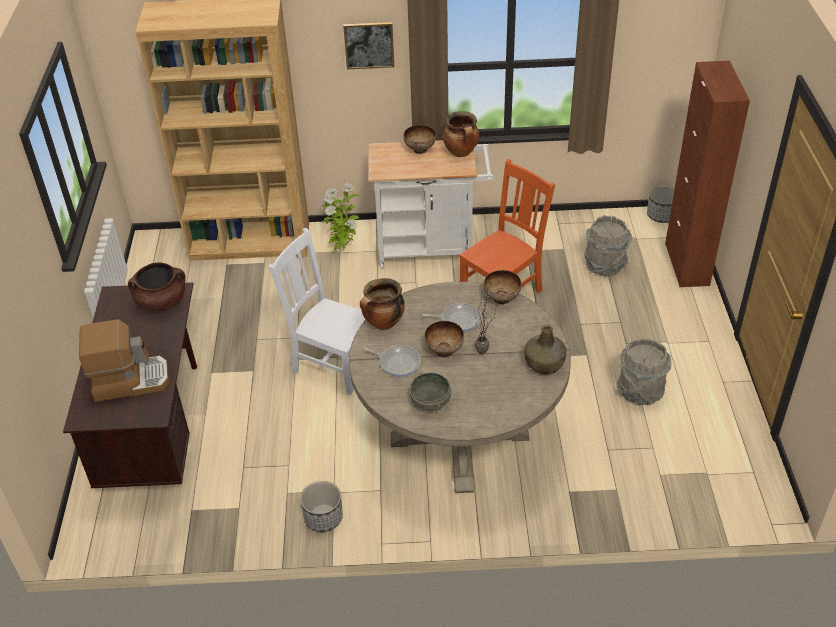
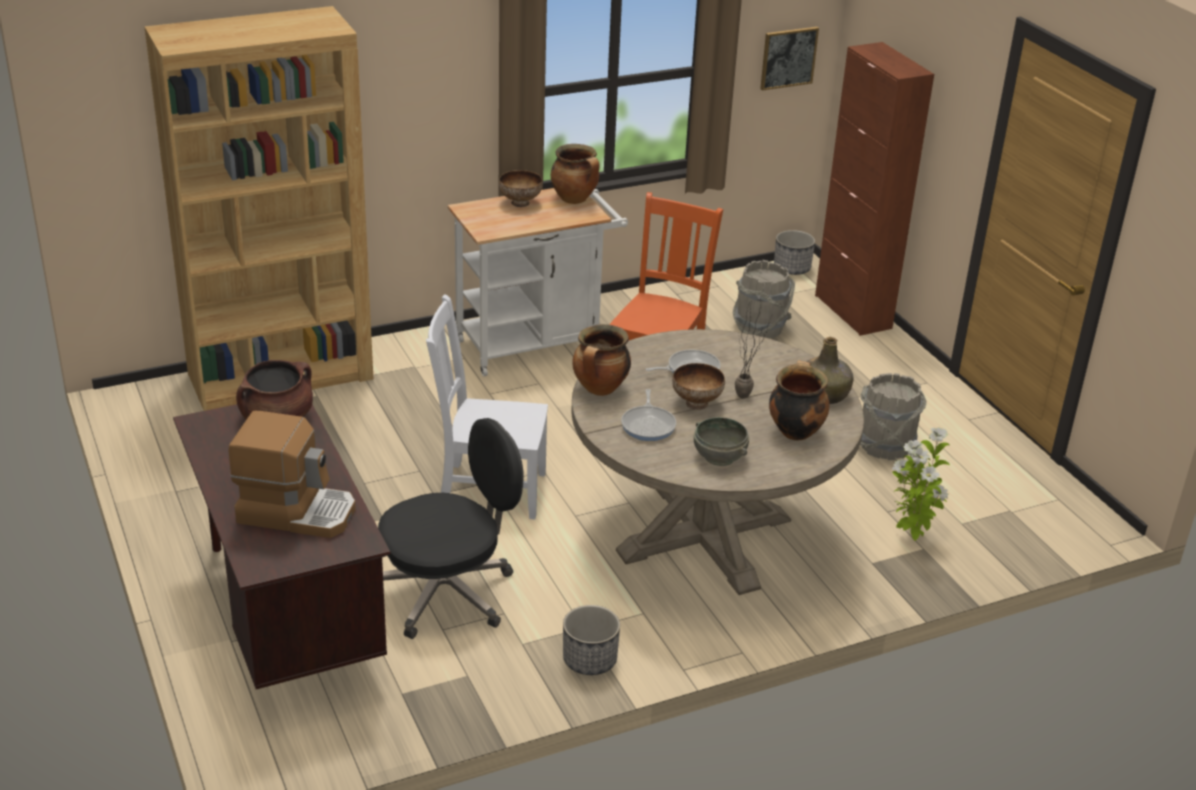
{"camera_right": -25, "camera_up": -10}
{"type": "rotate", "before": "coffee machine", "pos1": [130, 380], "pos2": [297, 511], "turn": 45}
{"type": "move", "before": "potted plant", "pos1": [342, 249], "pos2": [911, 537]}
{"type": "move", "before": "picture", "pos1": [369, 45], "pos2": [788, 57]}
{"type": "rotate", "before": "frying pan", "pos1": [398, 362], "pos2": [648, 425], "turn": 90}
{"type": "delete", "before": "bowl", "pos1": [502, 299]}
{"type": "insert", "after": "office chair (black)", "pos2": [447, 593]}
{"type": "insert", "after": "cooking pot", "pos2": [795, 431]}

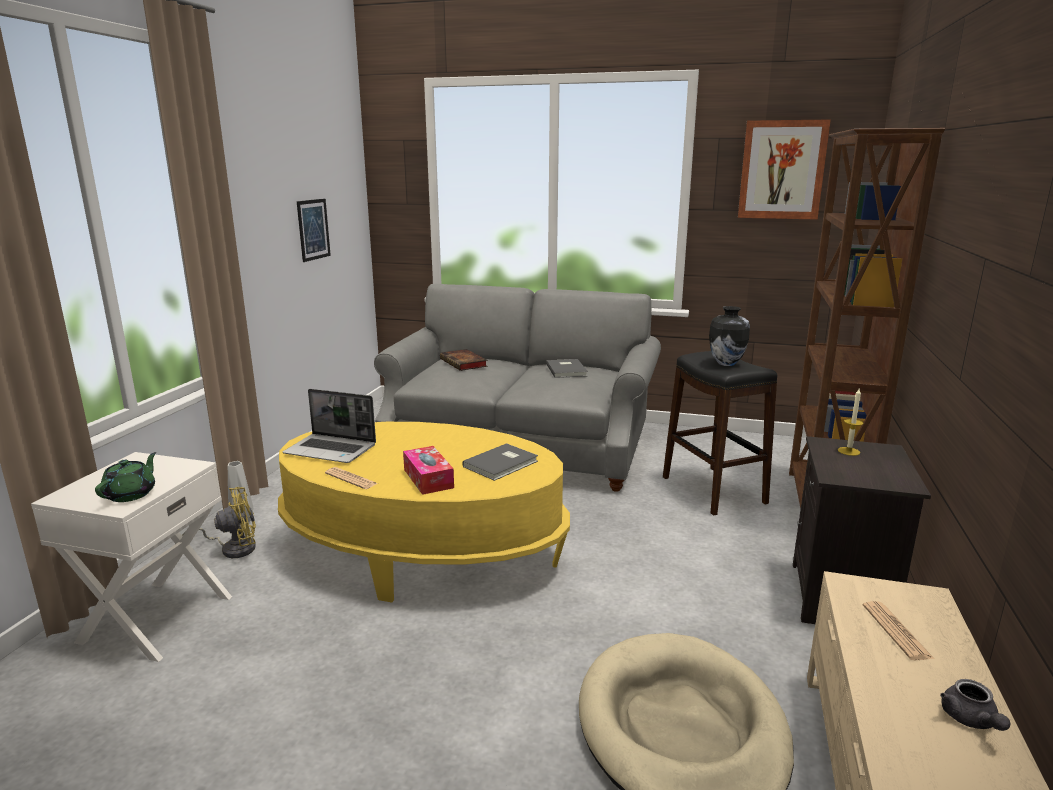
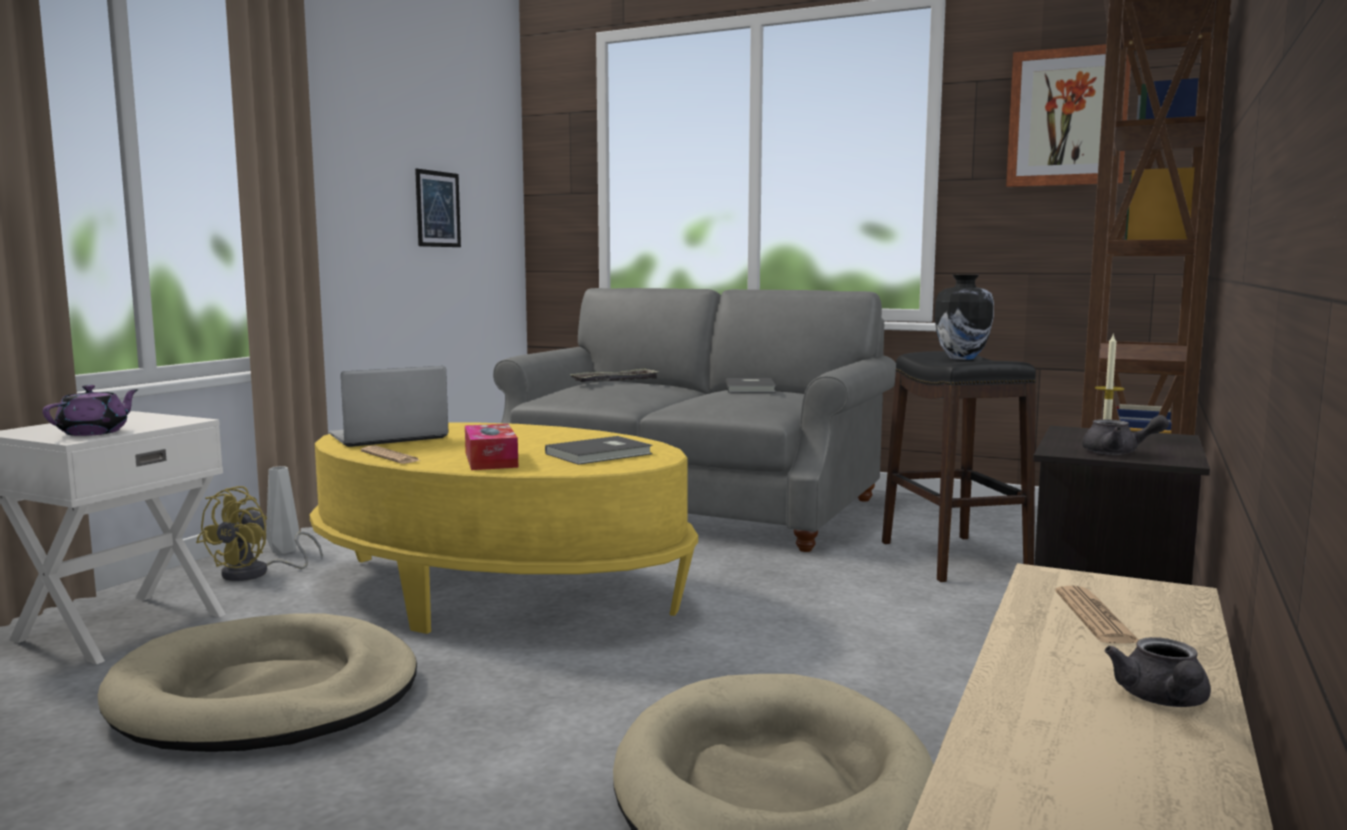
{"camera_right": 10, "camera_up": -10}
{"type": "recolor", "before": "teapot (green)", "after": "teapot (purple)", "pos1": [131, 494], "pos2": [95, 432]}
{"type": "rotate", "before": "fan (yellow)", "pos1": [233, 548], "pos2": [256, 573], "turn": 120}
{"type": "rotate", "before": "laptop", "pos1": [332, 450], "pos2": [387, 438], "turn": 120}
{"type": "replace", "before": "book", "after": "tray", "pos1": [464, 363], "pos2": [615, 381]}
{"type": "insert", "after": "dog bed (beige)", "pos2": [265, 695]}
{"type": "insert", "after": "teapot (grey)", "pos2": [1118, 453]}

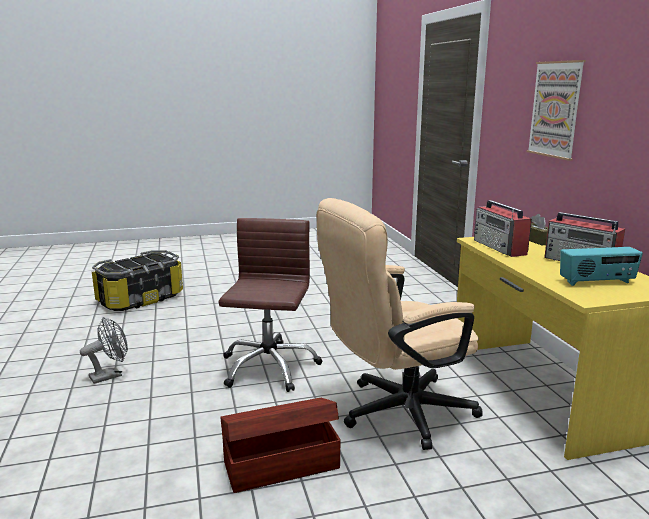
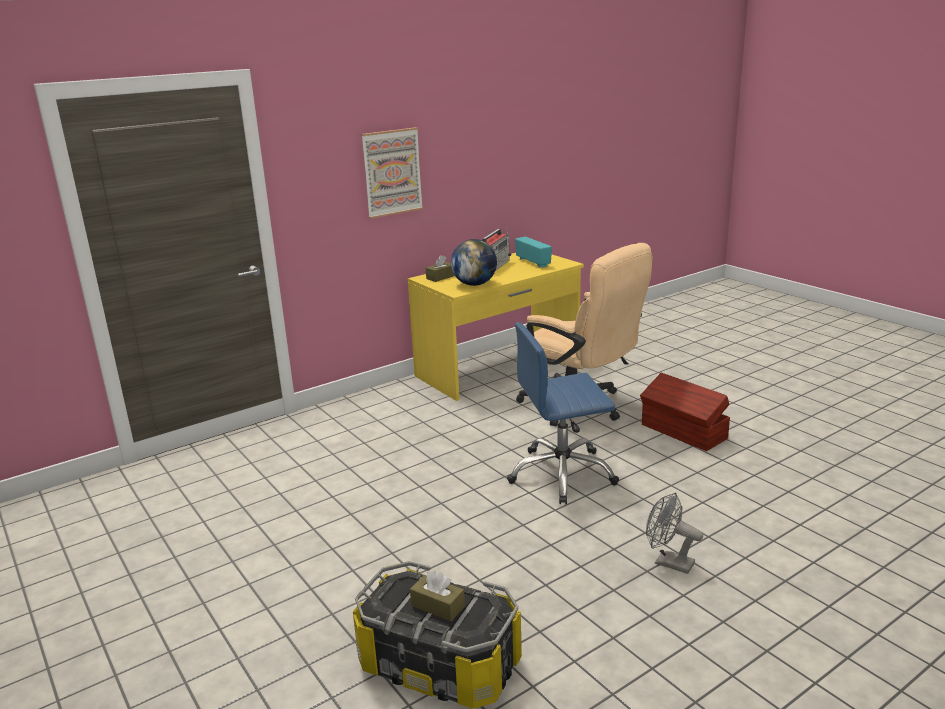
{"camera_right": -110, "camera_up": 5}
{"type": "recolor", "before": "office chair (brown)", "after": "office chair (blue)", "pos1": [268, 367], "pos2": [562, 474]}
{"type": "replace", "before": "radio", "after": "globe", "pos1": [500, 247], "pos2": [474, 284]}
{"type": "insert", "after": "tissue box (brown)", "pos2": [438, 606]}

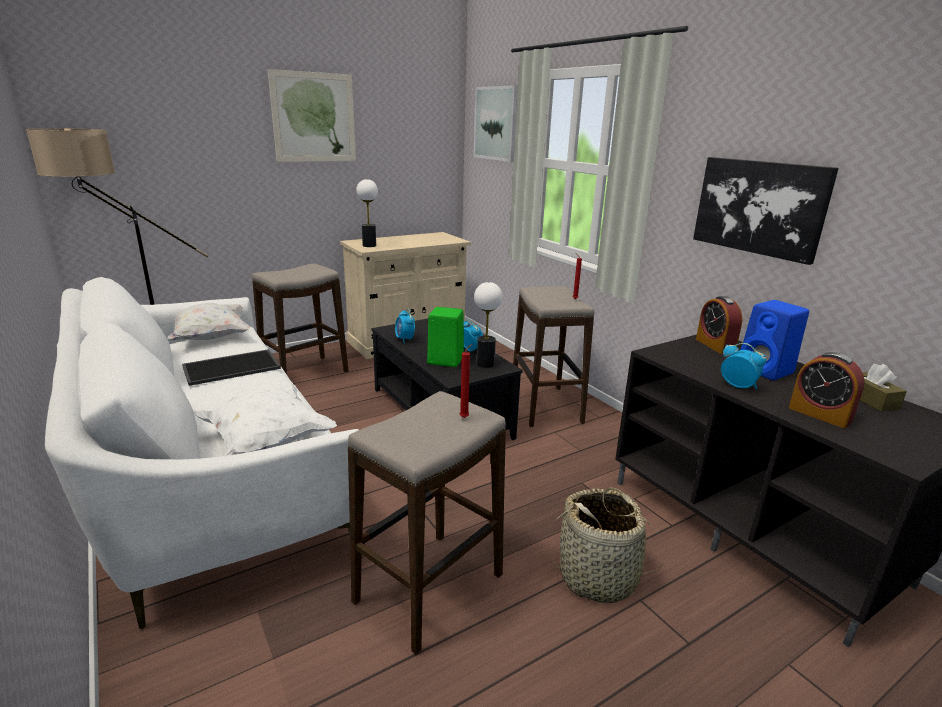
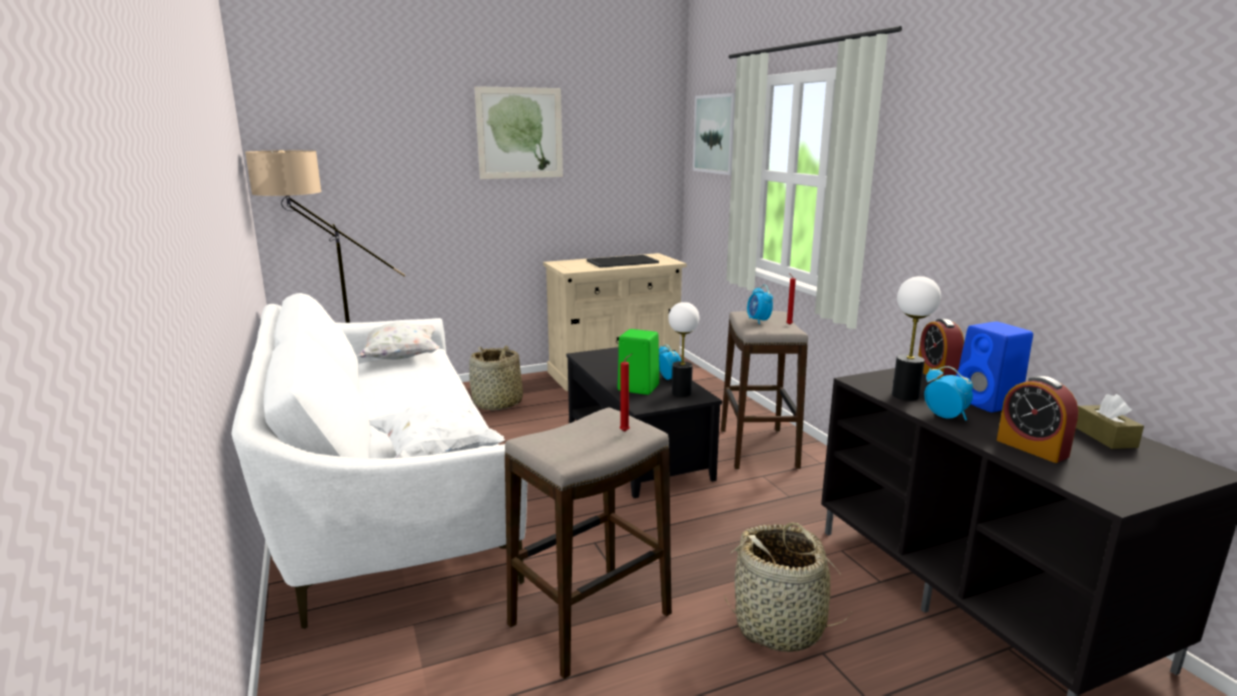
{"camera_right": 10, "camera_up": -5}
{"type": "move", "before": "tray", "pos1": [232, 367], "pos2": [622, 261]}
{"type": "replace", "before": "stool", "after": "basket", "pos1": [305, 374], "pos2": [498, 403]}
{"type": "move", "before": "table lamp", "pos1": [369, 245], "pos2": [905, 395]}
{"type": "move", "before": "alarm clock", "pos1": [405, 339], "pos2": [758, 321]}
{"type": "delete", "before": "picture", "pos1": [759, 207]}

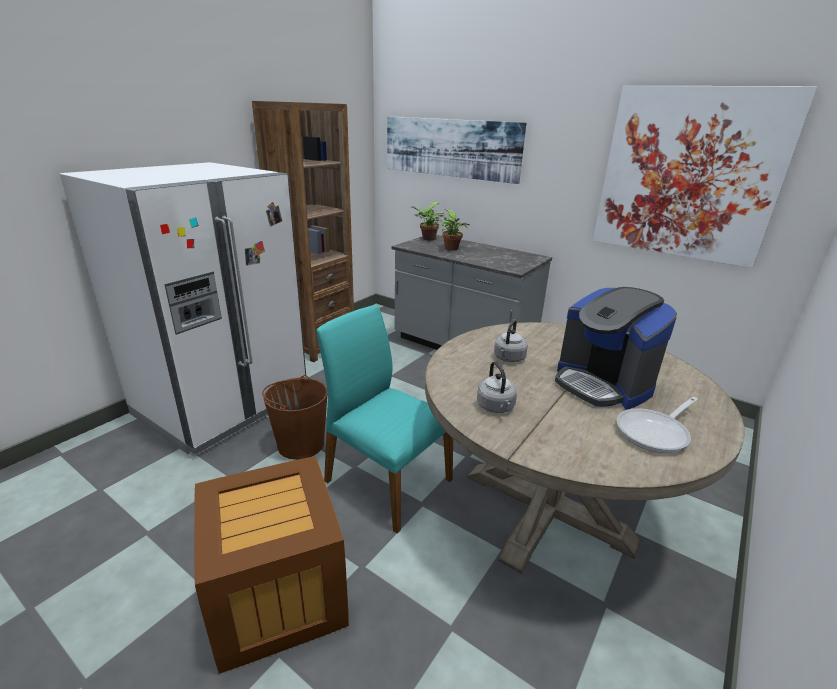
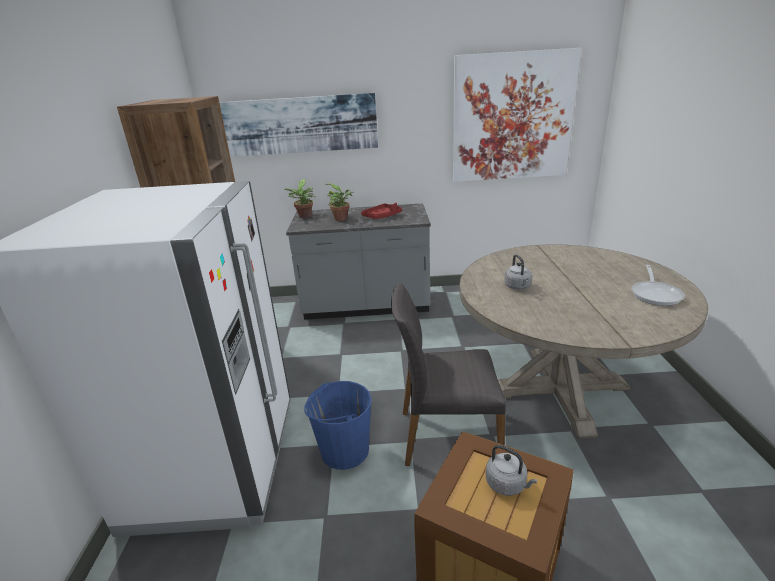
{"camera_right": -35, "camera_up": 0}
{"type": "recolor", "before": "bucket (brown)", "after": "bucket (blue)", "pos1": [300, 444], "pos2": [344, 450]}
{"type": "recolor", "before": "chair (turquoise)", "after": "chair (grey)", "pos1": [386, 480], "pos2": [447, 435]}
{"type": "move", "before": "kettle (grey)", "pos1": [496, 407], "pos2": [507, 484]}
{"type": "delete", "before": "coffee machine", "pos1": [602, 384]}
{"type": "insert", "after": "tray (red)", "pos2": [382, 216]}

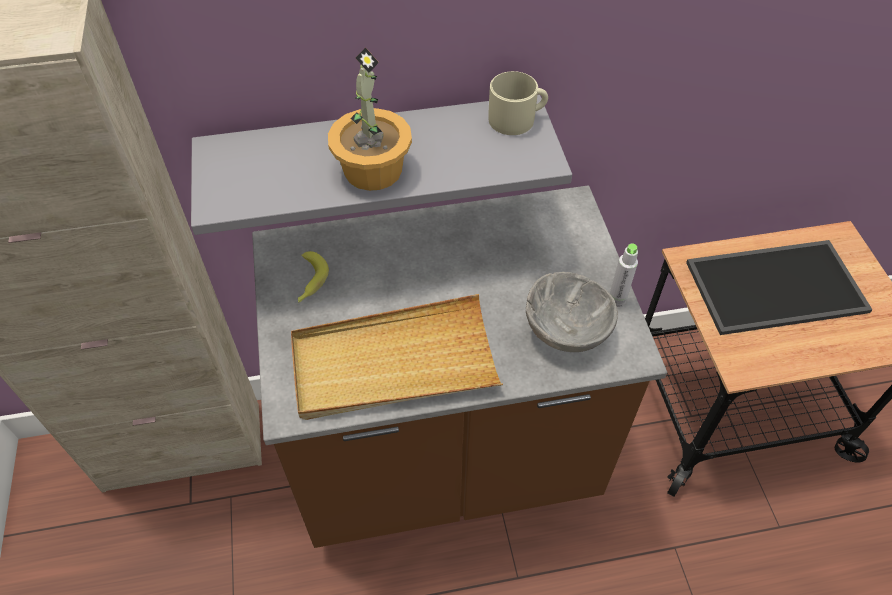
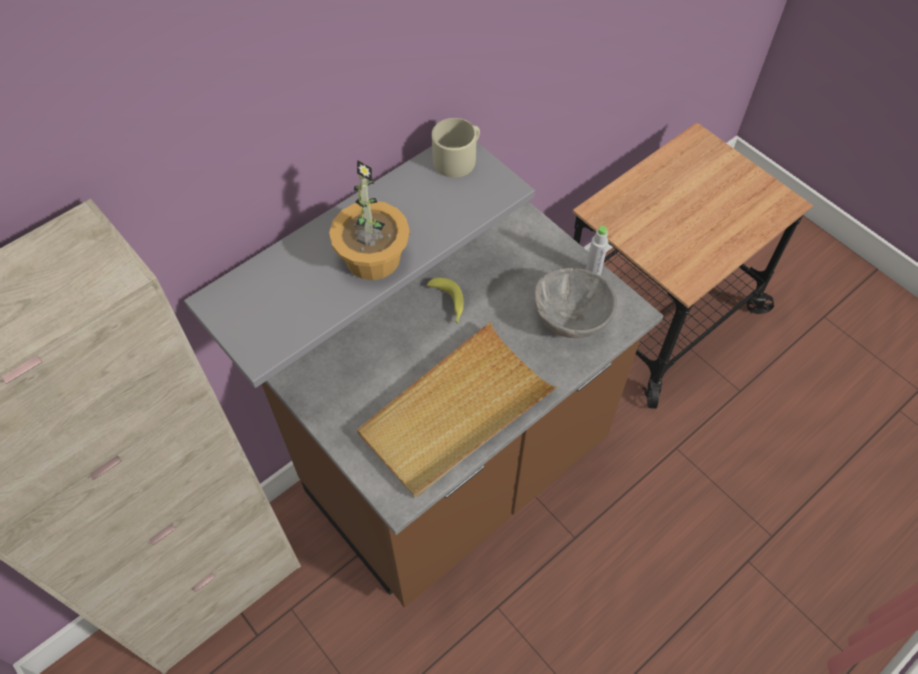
{"camera_right": -30, "camera_up": 5}
{"type": "move", "before": "banana", "pos1": [309, 282], "pos2": [448, 304]}
{"type": "delete", "before": "tray", "pos1": [776, 285]}

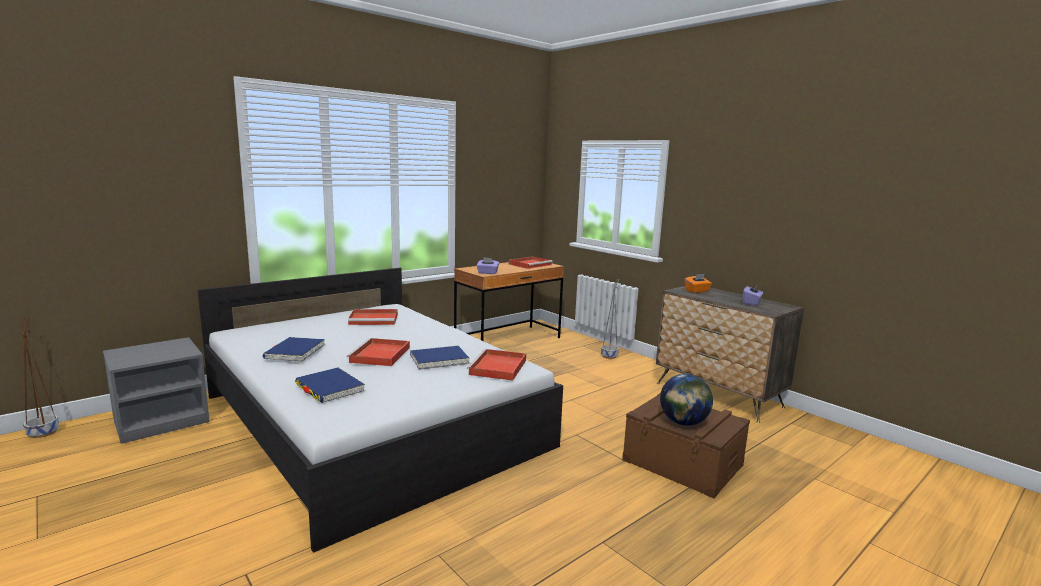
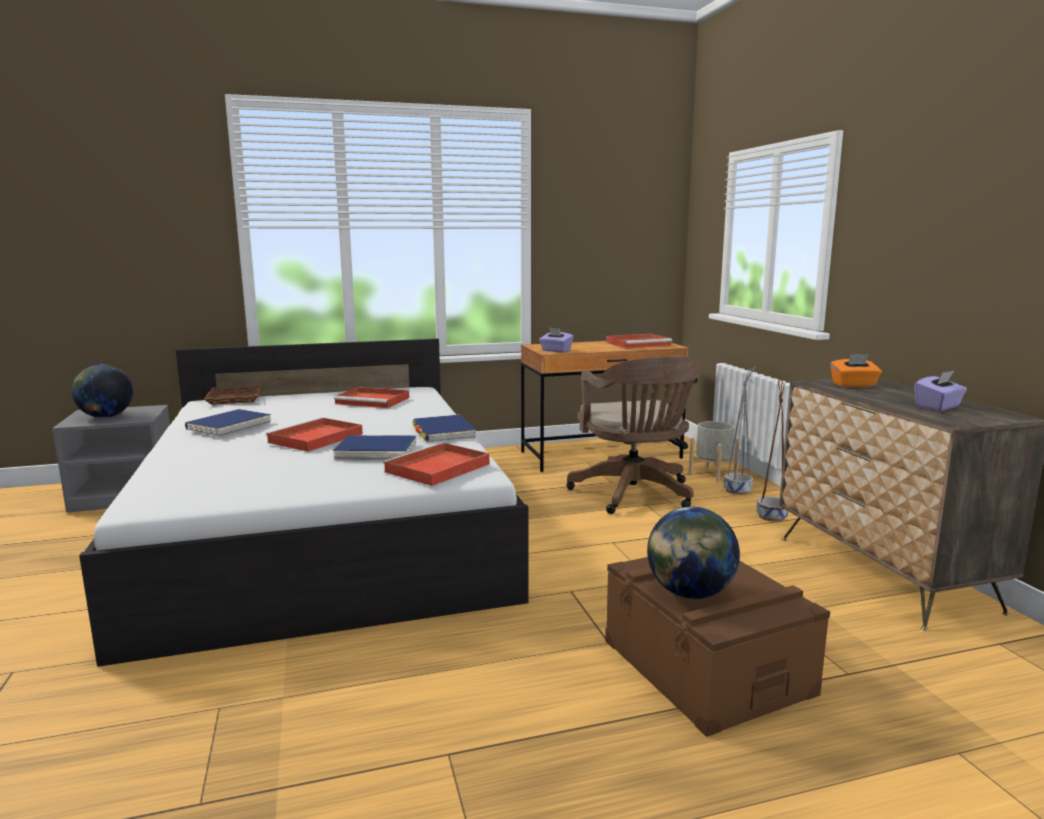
{"camera_right": 25, "camera_up": 0}
{"type": "move", "before": "planter (brown)", "pos1": [43, 432], "pos2": [771, 516]}
{"type": "move", "before": "book (blue)", "pos1": [329, 388], "pos2": [443, 432]}
{"type": "insert", "after": "globe", "pos2": [106, 417]}
{"type": "insert", "after": "tray (brown)", "pos2": [234, 399]}
{"type": "insert", "after": "office chair (brown)", "pos2": [634, 495]}
{"type": "insert", "after": "planter (grey)", "pos2": [713, 474]}

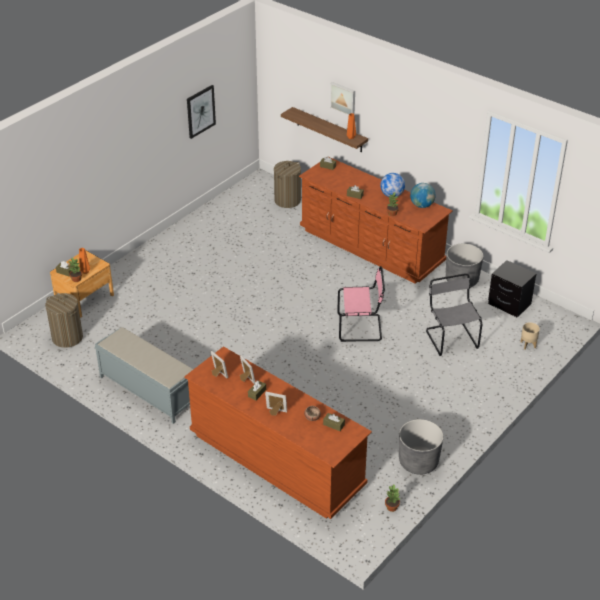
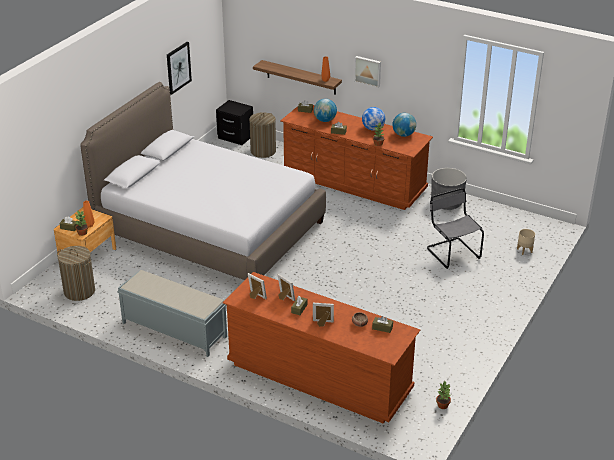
{"camera_right": -10, "camera_up": -5}
{"type": "move", "before": "picture", "pos1": [343, 98], "pos2": [368, 71]}
{"type": "delete", "before": "chair (pink)", "pos1": [361, 328]}
{"type": "delete", "before": "planter (grey)", "pos1": [418, 462]}
{"type": "move", "before": "nightstand (black)", "pos1": [509, 304], "pos2": [235, 137]}
{"type": "insert", "after": "bed", "pos2": [209, 229]}
{"type": "insert", "after": "globe", "pos2": [325, 120]}

